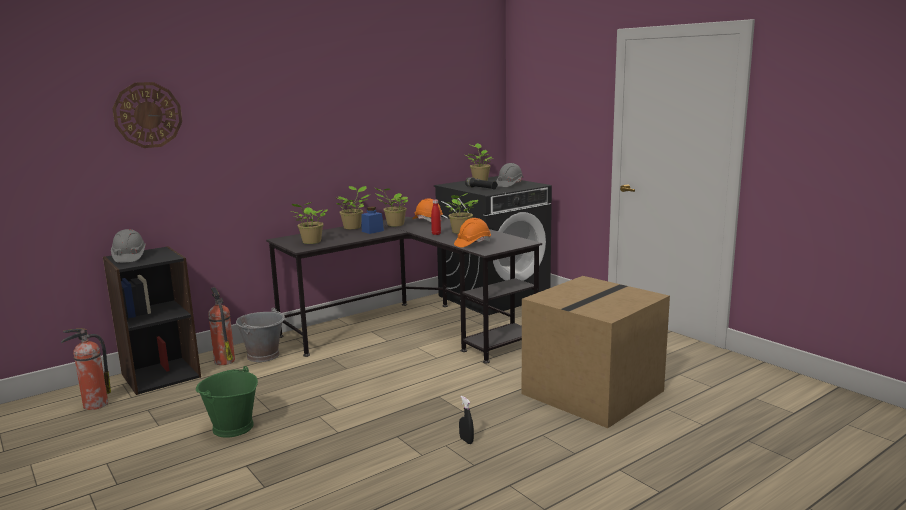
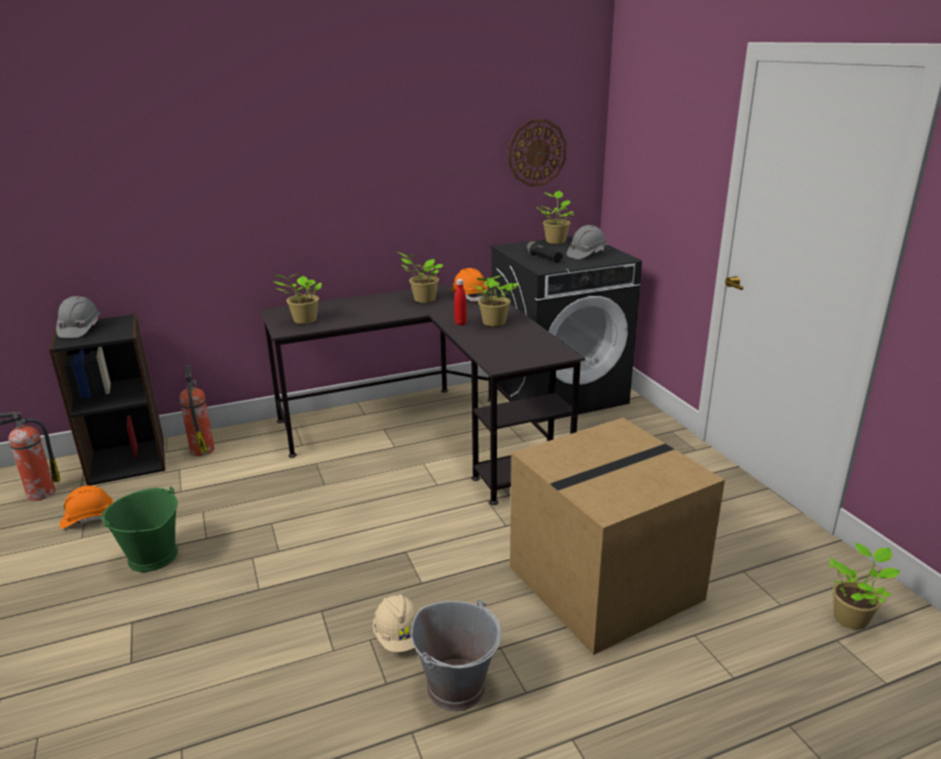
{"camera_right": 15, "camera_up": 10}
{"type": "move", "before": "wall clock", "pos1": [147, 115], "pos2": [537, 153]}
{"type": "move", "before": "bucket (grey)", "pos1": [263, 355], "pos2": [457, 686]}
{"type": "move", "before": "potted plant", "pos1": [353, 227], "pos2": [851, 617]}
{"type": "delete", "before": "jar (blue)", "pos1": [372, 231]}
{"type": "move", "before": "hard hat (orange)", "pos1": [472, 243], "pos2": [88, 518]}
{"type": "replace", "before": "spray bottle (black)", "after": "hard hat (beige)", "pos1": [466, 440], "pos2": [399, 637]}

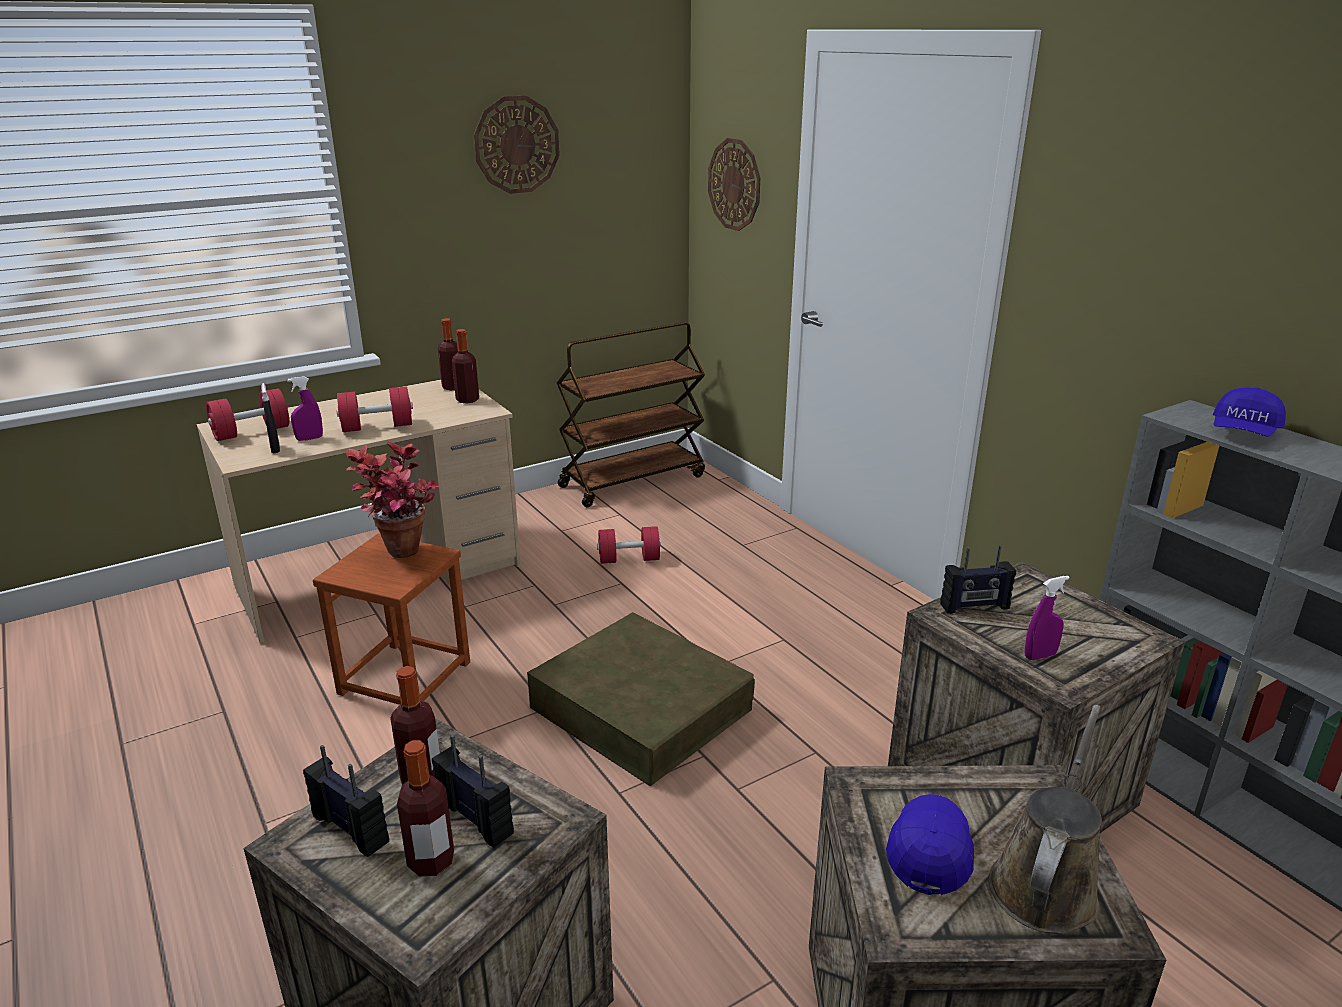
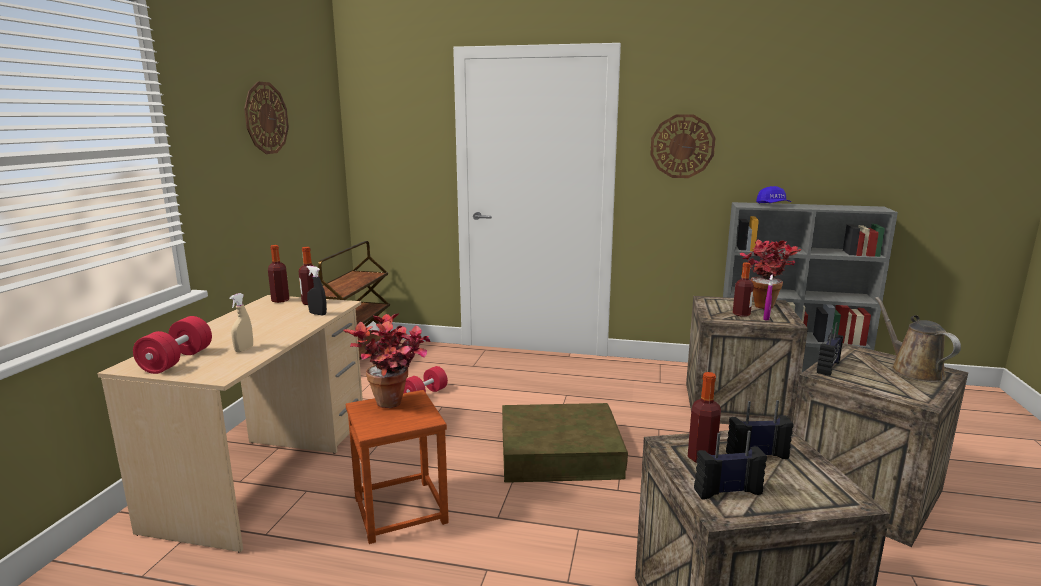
{"camera_right": -45, "camera_up": -10}
{"type": "move", "before": "spray bottle (black)", "pos1": [275, 449], "pos2": [318, 314]}
{"type": "recolor", "before": "spray bottle (purple)", "after": "spray bottle (beige)", "pos1": [309, 438], "pos2": [244, 349]}
{"type": "delete", "before": "dumbbell (red)", "pos1": [377, 427]}
{"type": "move", "before": "bottle", "pos1": [431, 861], "pos2": [741, 314]}
{"type": "move", "before": "wall clock", "pos1": [734, 184], "pos2": [682, 146]}
{"type": "delete", "before": "cap (blue)", "pos1": [929, 852]}
{"type": "move", "before": "radio", "pos1": [975, 607], "pos2": [828, 367]}
{"type": "insert", "after": "potted plant", "pos2": [763, 304]}

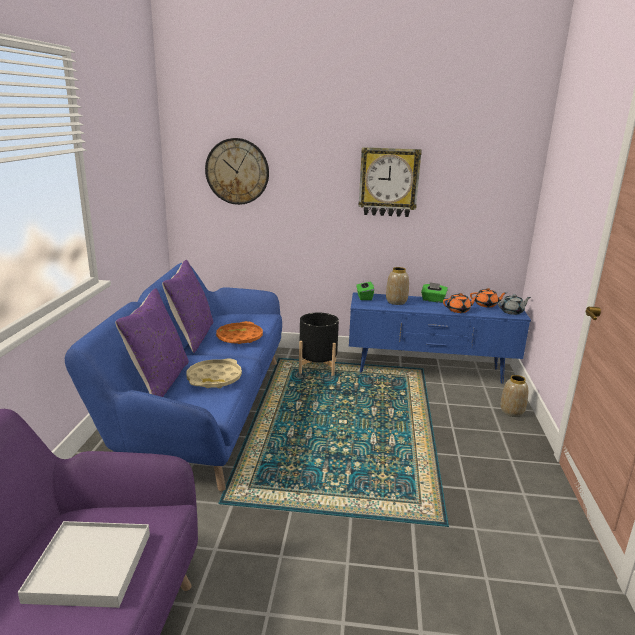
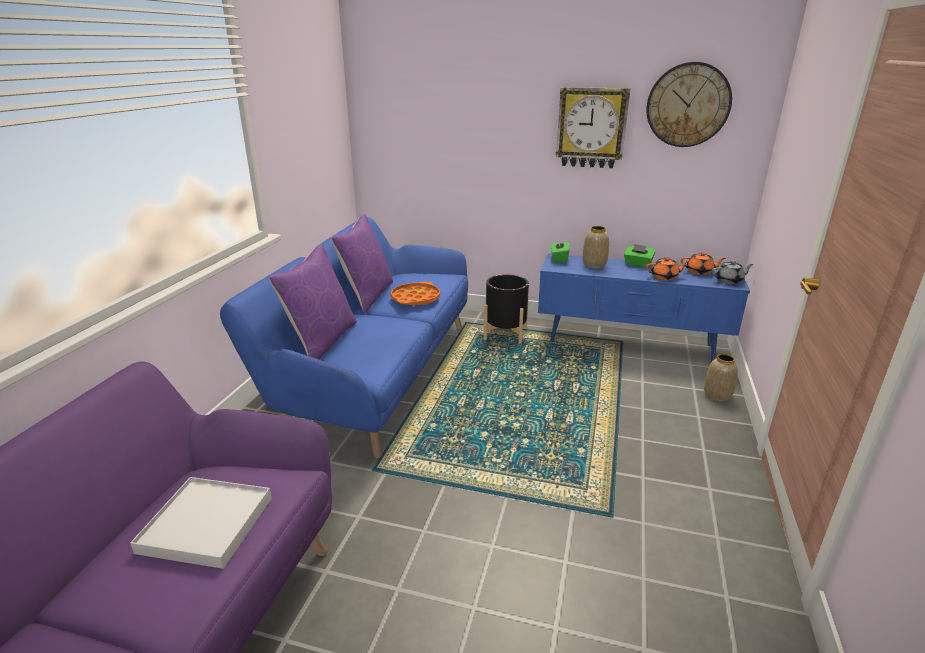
{"camera_right": 10, "camera_up": 5}
{"type": "delete", "before": "tray (beige)", "pos1": [214, 378]}
{"type": "move", "before": "wall clock", "pos1": [237, 171], "pos2": [688, 105]}

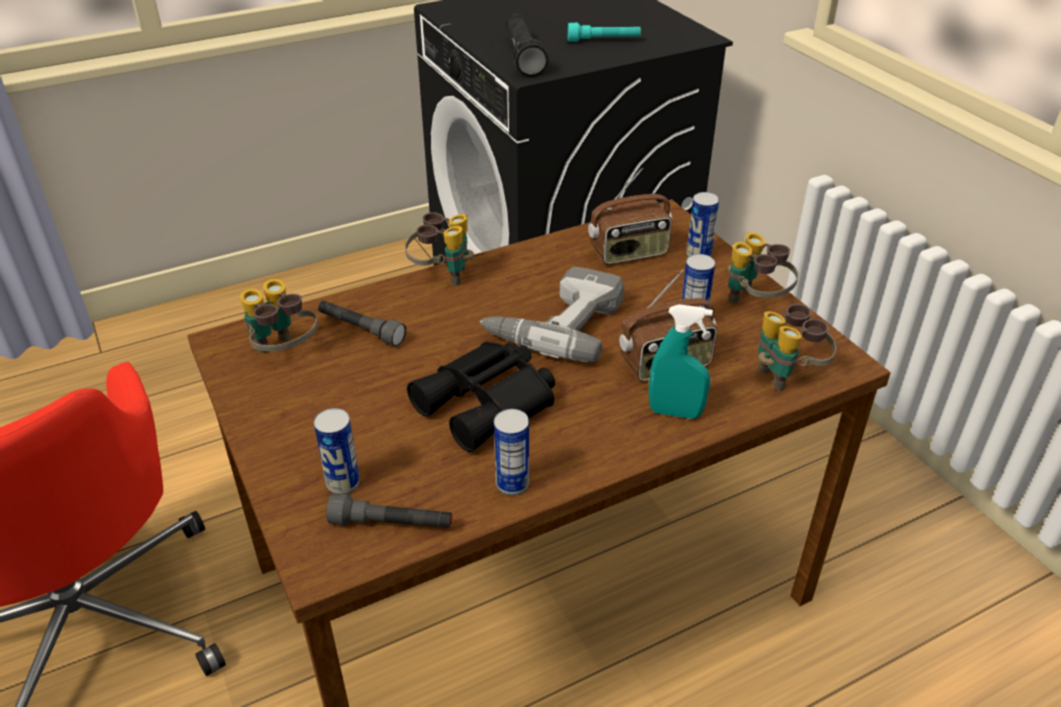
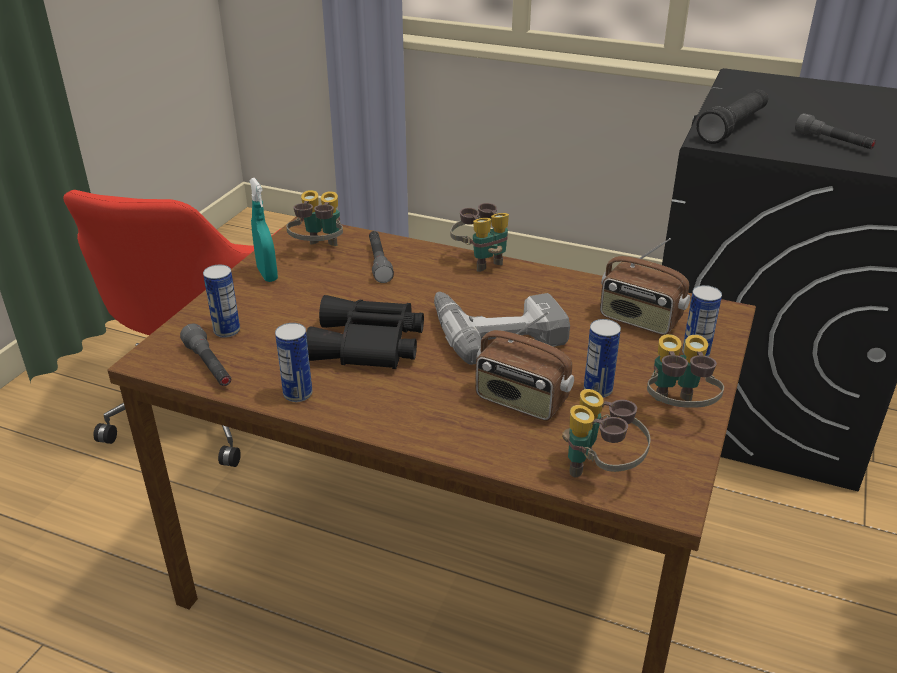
{"camera_right": 50, "camera_up": -5}
{"type": "recolor", "before": "flashlight (turquoise)", "after": "flashlight (grey)", "pos1": [603, 40], "pos2": [833, 142]}
{"type": "move", "before": "spray bottle (turquoise)", "pos1": [675, 412], "pos2": [267, 274]}

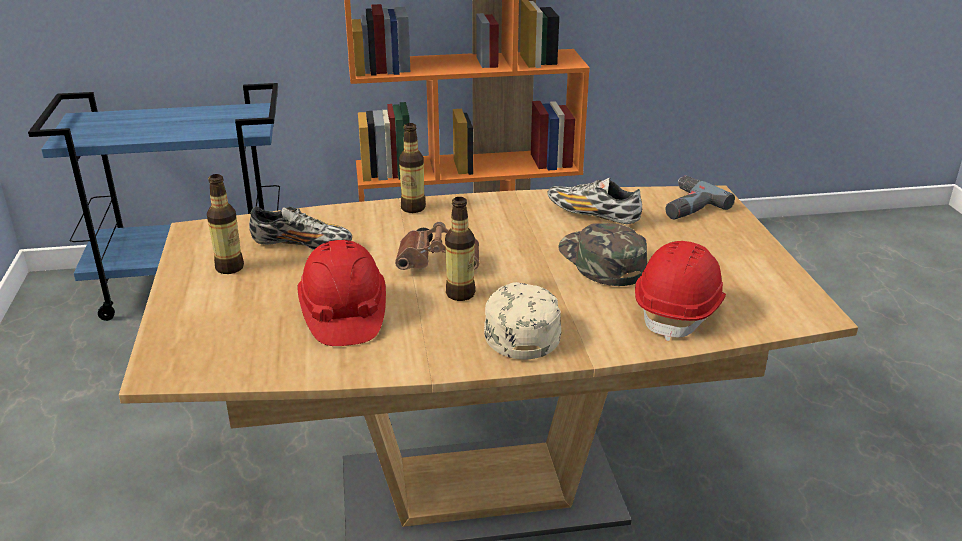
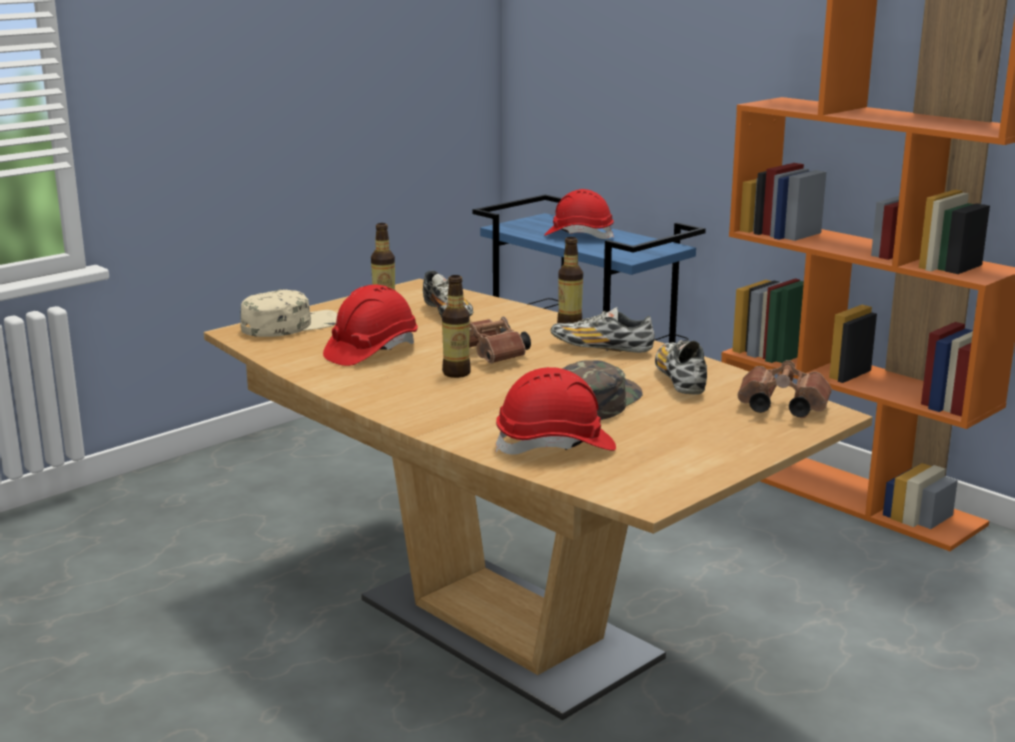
{"camera_right": 55, "camera_up": -10}
{"type": "move", "before": "cap (beige)", "pos1": [519, 325], "pos2": [289, 325]}
{"type": "replace", "before": "power drill", "after": "binoculars (brown)", "pos1": [685, 205], "pos2": [779, 409]}
{"type": "insert", "after": "hard hat (red)", "pos2": [579, 236]}
{"type": "insert", "after": "shoe", "pos2": [601, 349]}

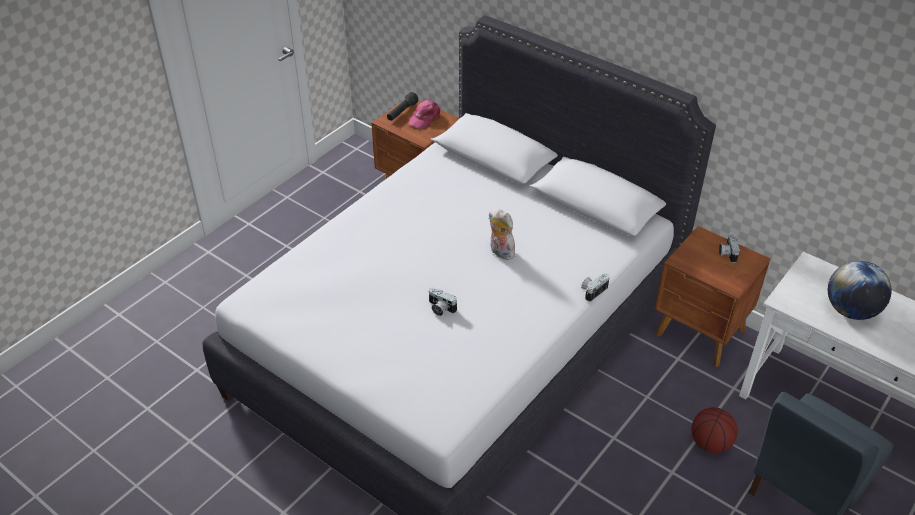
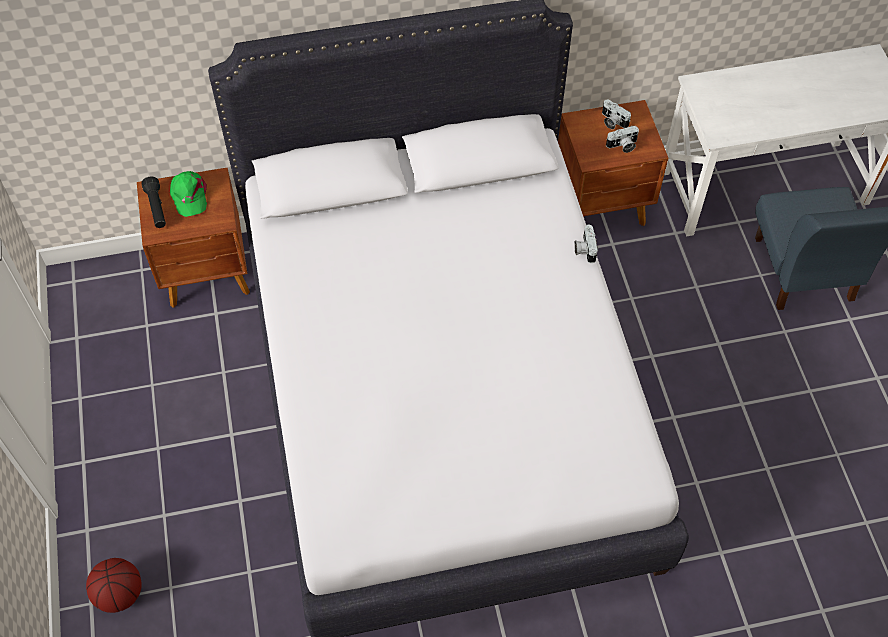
{"camera_right": -50, "camera_up": 15}
{"type": "recolor", "before": "cap (pink)", "after": "cap (green)", "pos1": [425, 118], "pos2": [189, 196]}
{"type": "move", "before": "photo camera", "pos1": [440, 308], "pos2": [622, 146]}
{"type": "delete", "before": "plush toy", "pos1": [500, 252]}
{"type": "move", "before": "basketball", "pos1": [710, 443], "pos2": [120, 593]}
{"type": "delete", "before": "globe", "pos1": [851, 310]}

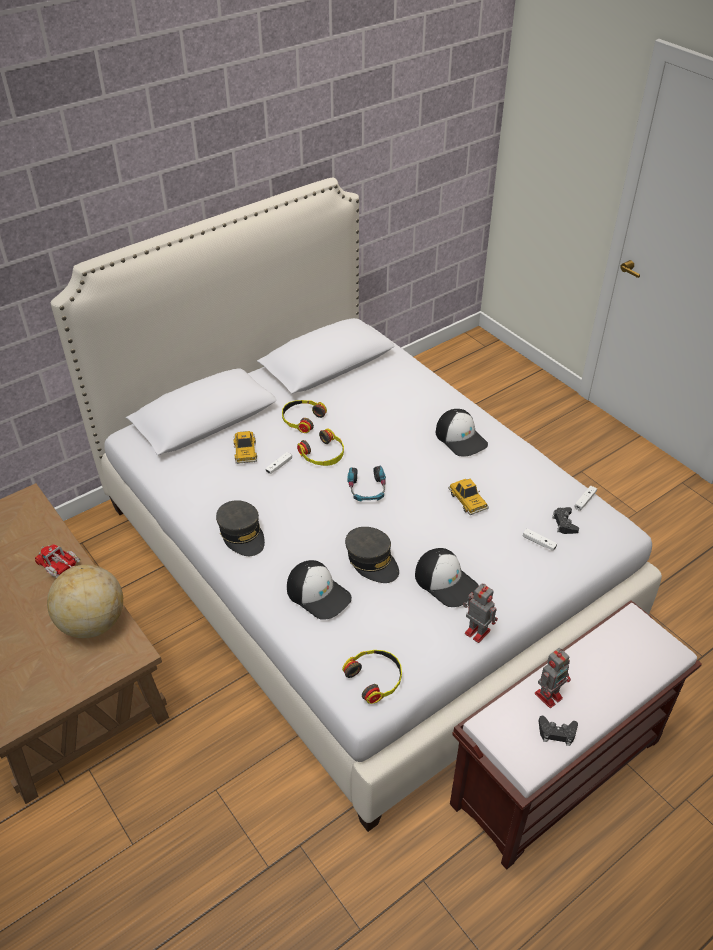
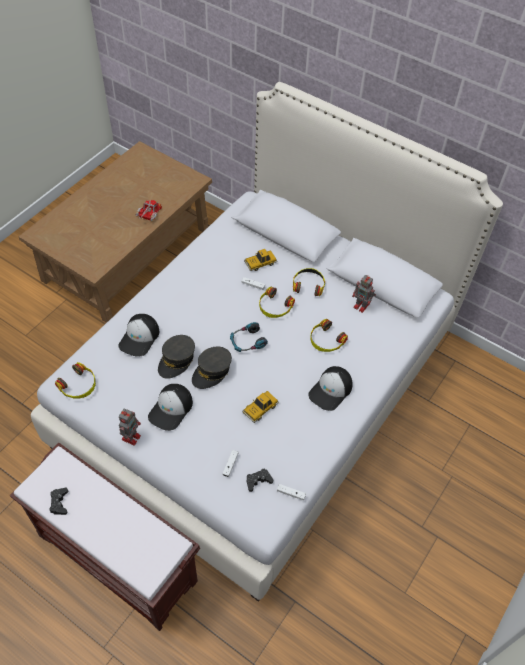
{"camera_right": 70, "camera_up": 10}
{"type": "delete", "before": "globe", "pos1": [92, 623]}
{"type": "move", "before": "cap (grey)", "pos1": [242, 534], "pos2": [212, 371]}
{"type": "move", "before": "toy robot", "pos1": [549, 695], "pos2": [361, 306]}
{"type": "insert", "after": "headphones", "pos2": [326, 340]}

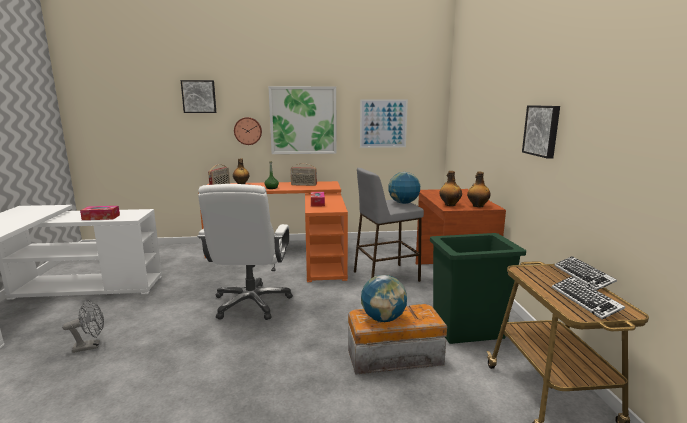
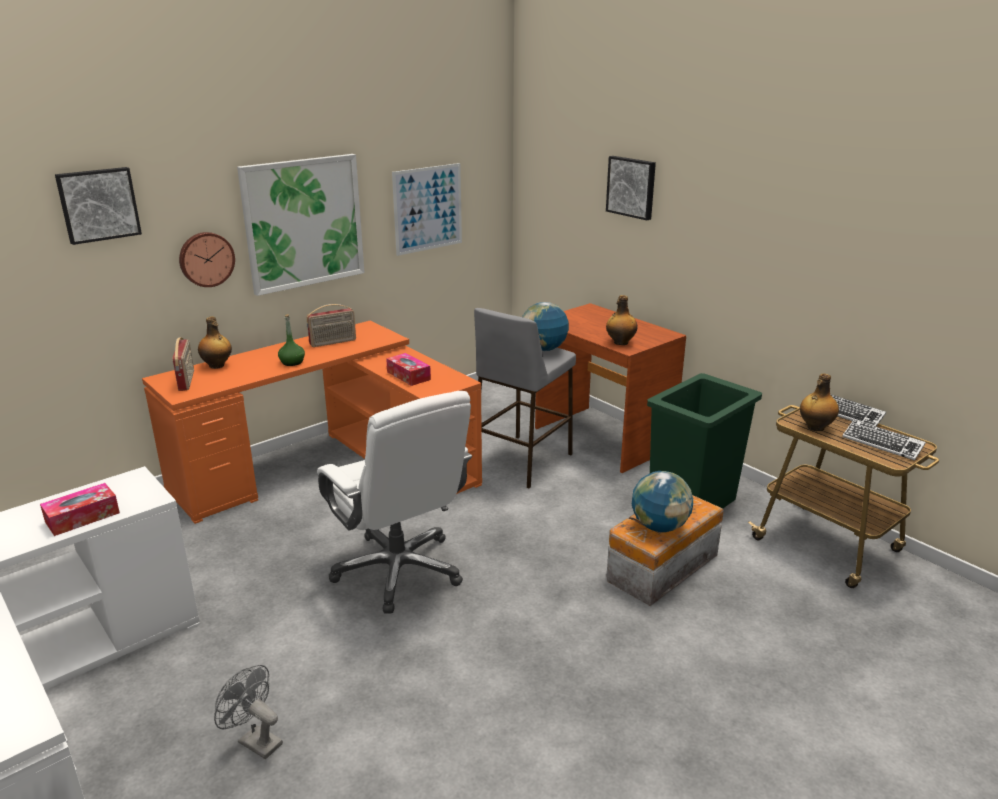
{"camera_right": -35, "camera_up": 10}
{"type": "rotate", "before": "fan (grey)", "pos1": [91, 346], "pos2": [255, 741], "turn": -90}
{"type": "move", "before": "bottle", "pos1": [477, 206], "pos2": [815, 427]}
{"type": "move", "before": "picture", "pos1": [542, 130], "pos2": [632, 187]}

